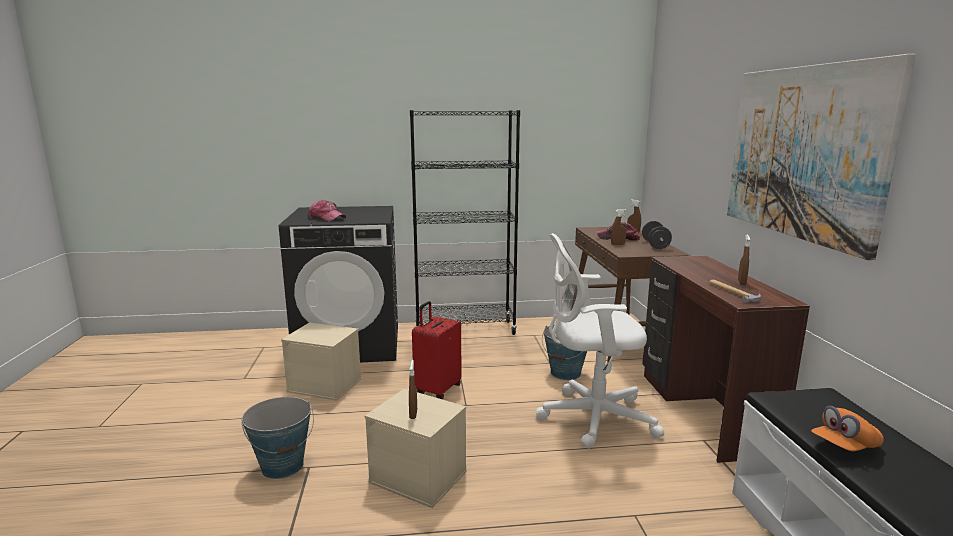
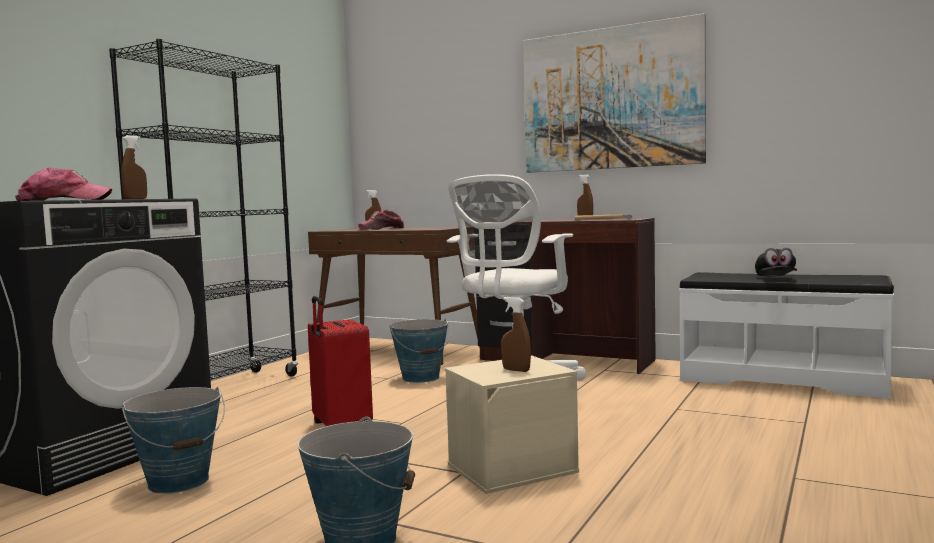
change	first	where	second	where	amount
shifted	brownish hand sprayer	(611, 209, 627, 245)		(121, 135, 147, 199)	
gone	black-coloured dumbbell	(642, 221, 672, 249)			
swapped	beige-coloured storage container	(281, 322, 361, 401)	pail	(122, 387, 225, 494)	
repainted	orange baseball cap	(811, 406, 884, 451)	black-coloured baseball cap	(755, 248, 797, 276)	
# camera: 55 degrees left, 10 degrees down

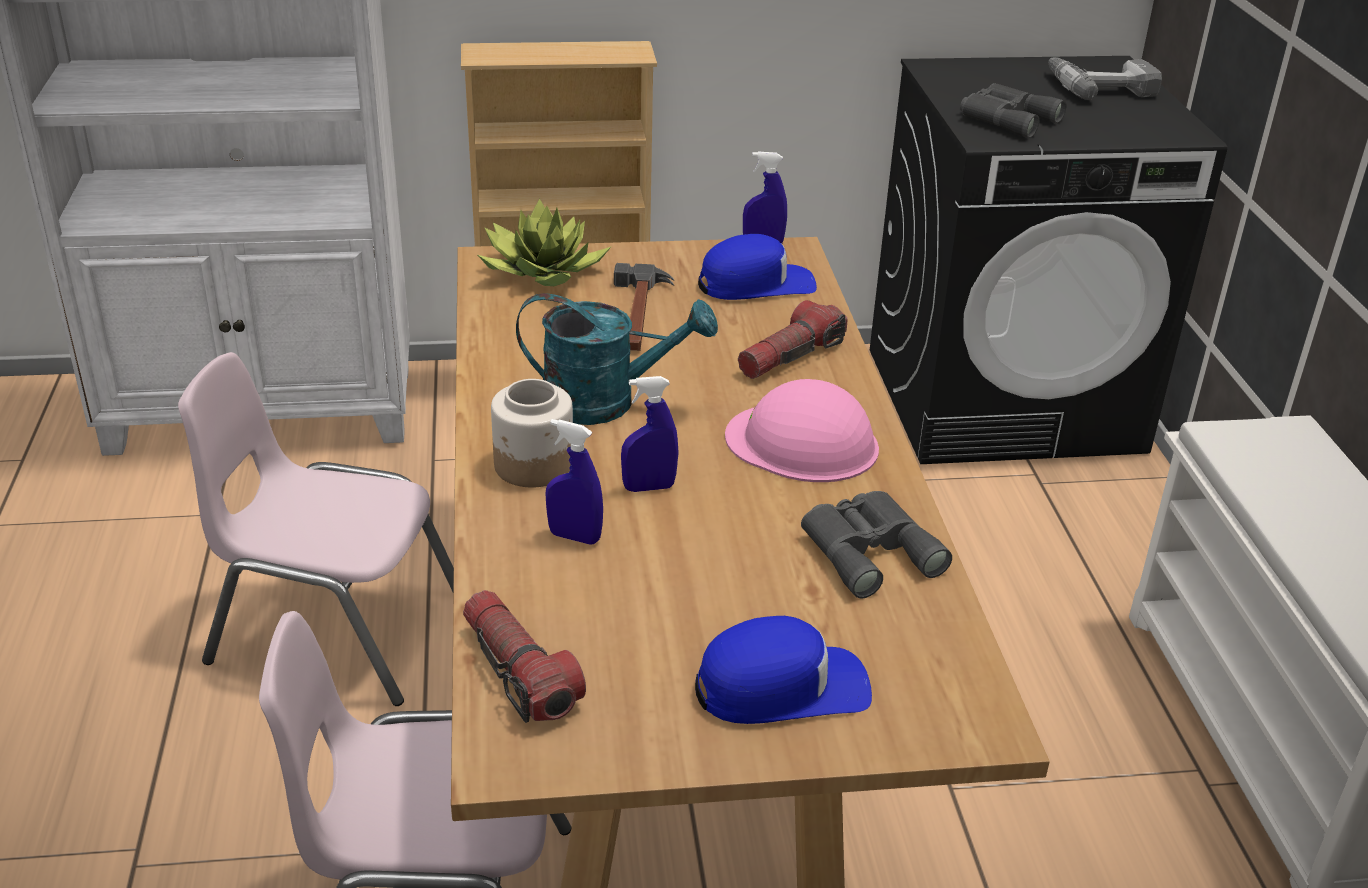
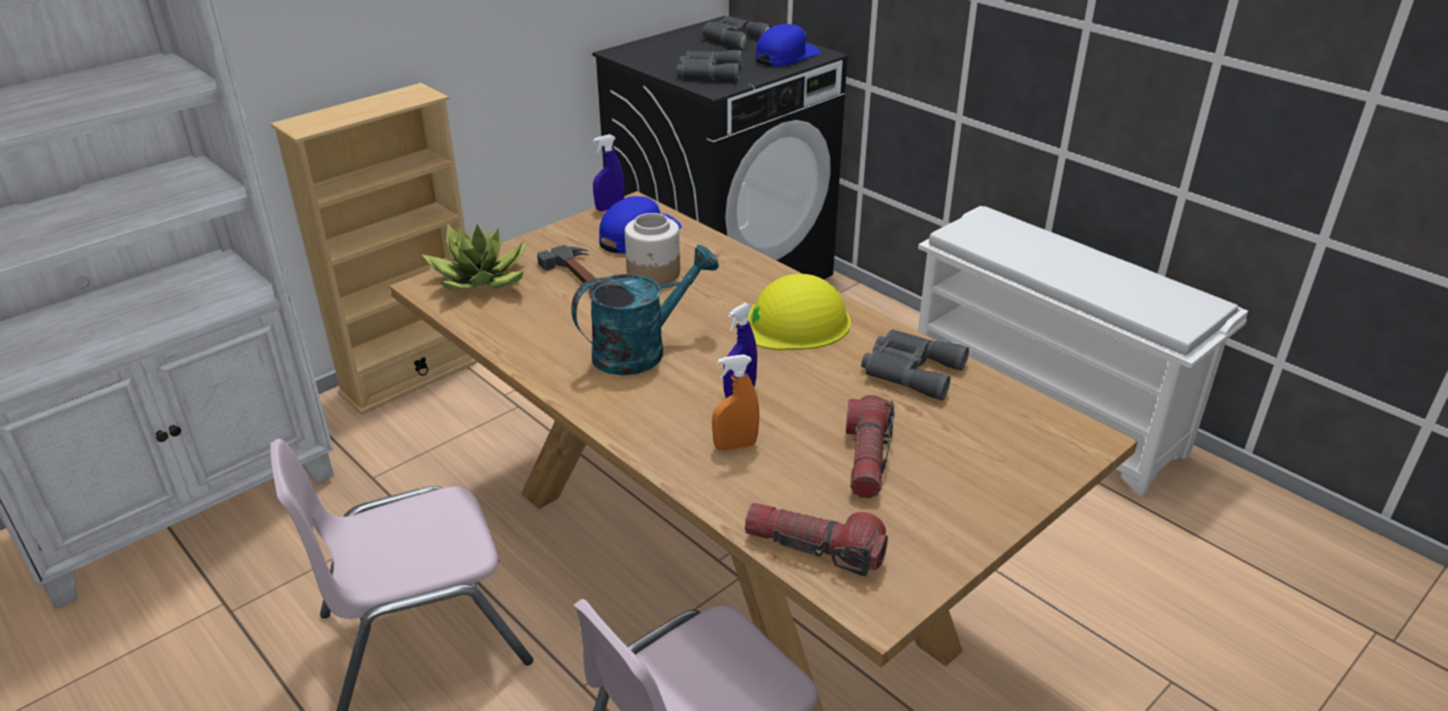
change	first	where	second	where	amount
swapped	electric drill	(1049, 57, 1162, 100)	greyish pair of binoculars	(702, 16, 772, 50)	
shifted	flashlight	(738, 300, 848, 379)		(846, 395, 895, 498)	
shifted	jar	(491, 379, 573, 487)		(625, 213, 680, 285)	
repainted	pinkish hard hat	(725, 379, 879, 482)	yellow-coloured hard hat	(735, 274, 851, 350)	
repainted	bluish hand sprayer	(546, 419, 603, 545)	orange hand sprayer	(712, 354, 760, 451)	
shifted	bluish baseball cap	(695, 616, 872, 724)		(755, 24, 821, 66)	
# camera: 35 degrees left, 0 degrees up

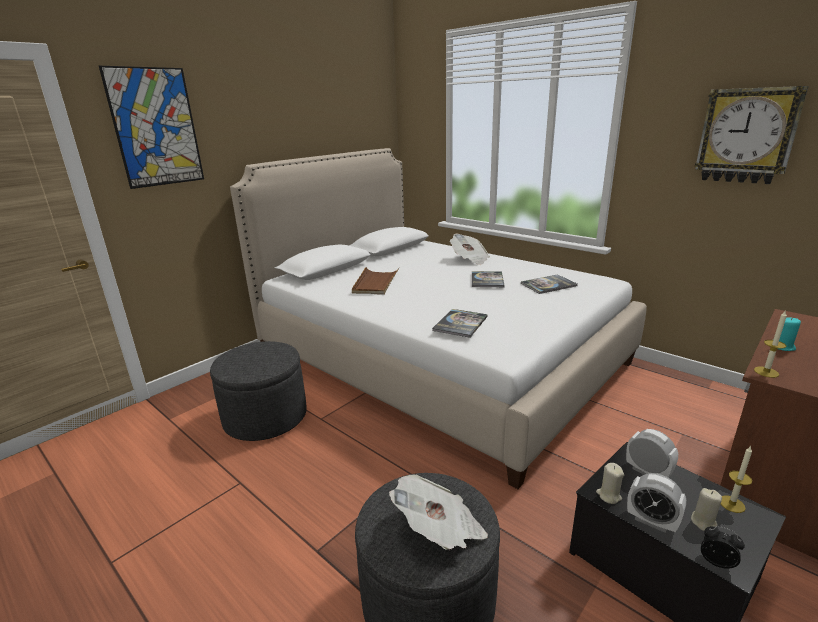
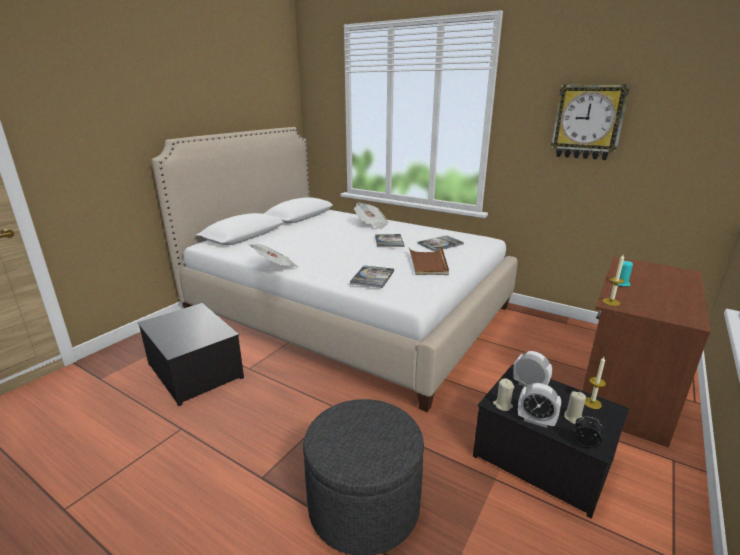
change	first	where	second	where	amount
gone	wall art	(99, 66, 204, 189)			
shifted	brownish serving tray	(352, 267, 399, 295)		(409, 248, 449, 275)	
swapped	greyish footrest	(210, 341, 307, 441)	storage container	(138, 303, 244, 406)	
shifted	daily paper	(389, 474, 488, 550)		(249, 244, 299, 267)	
# camera: 10 degrees left, 0 degrees up

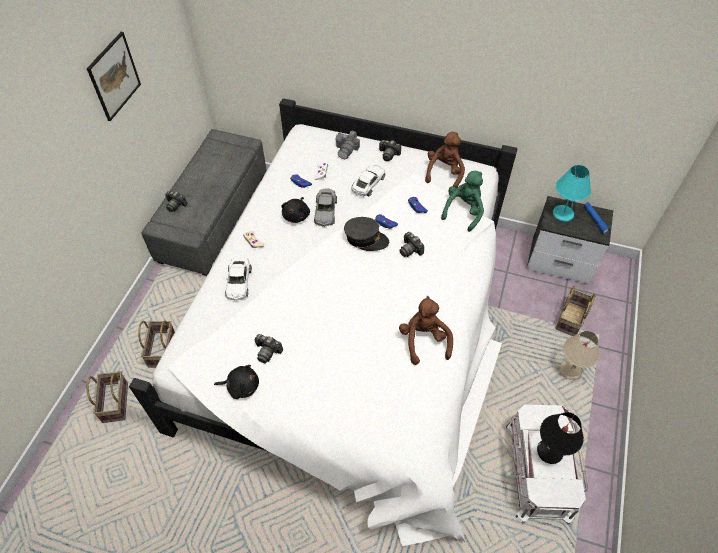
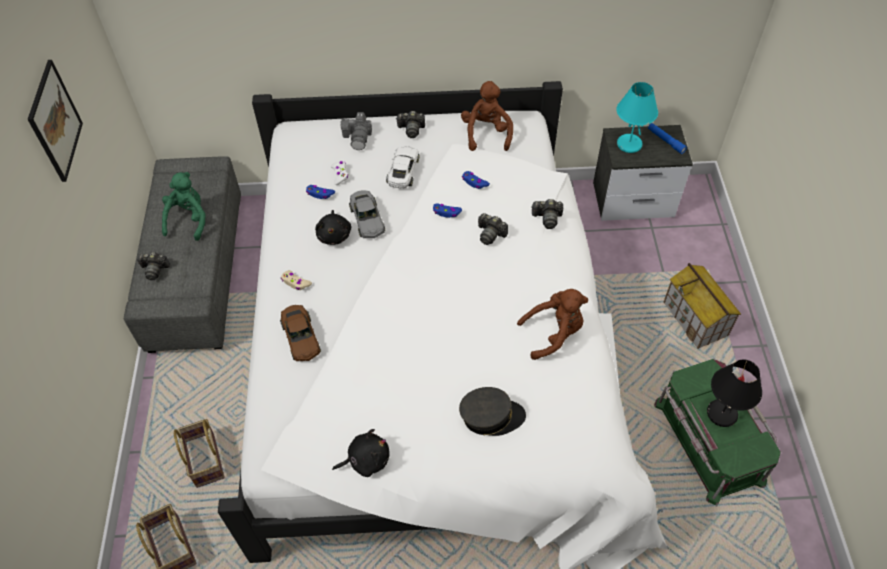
change	first	where	second	where	amount
shifted	green plush toy	(441, 171, 484, 232)		(162, 172, 206, 241)	
shifted	greyish baseball cap	(344, 217, 389, 251)		(459, 387, 526, 436)	
repainted	white-coloured toy car	(225, 257, 252, 301)	brownish toy car	(280, 305, 321, 361)	
gone	storage basket	(555, 286, 596, 336)			
rotated	brownish plush toy	(399, 296, 453, 365)		(517, 289, 588, 360)	105 degrees clockwise
swapped	beige-coloured lamp for a table	(560, 331, 600, 380)	model house	(663, 263, 741, 349)	
shifted	photo camera	(255, 334, 283, 363)		(531, 199, 563, 229)	
repainted	white-coloured storage container	(506, 405, 588, 525)	green storage container	(654, 359, 781, 505)	
# camera: 20 degrees left, 0 degrees up

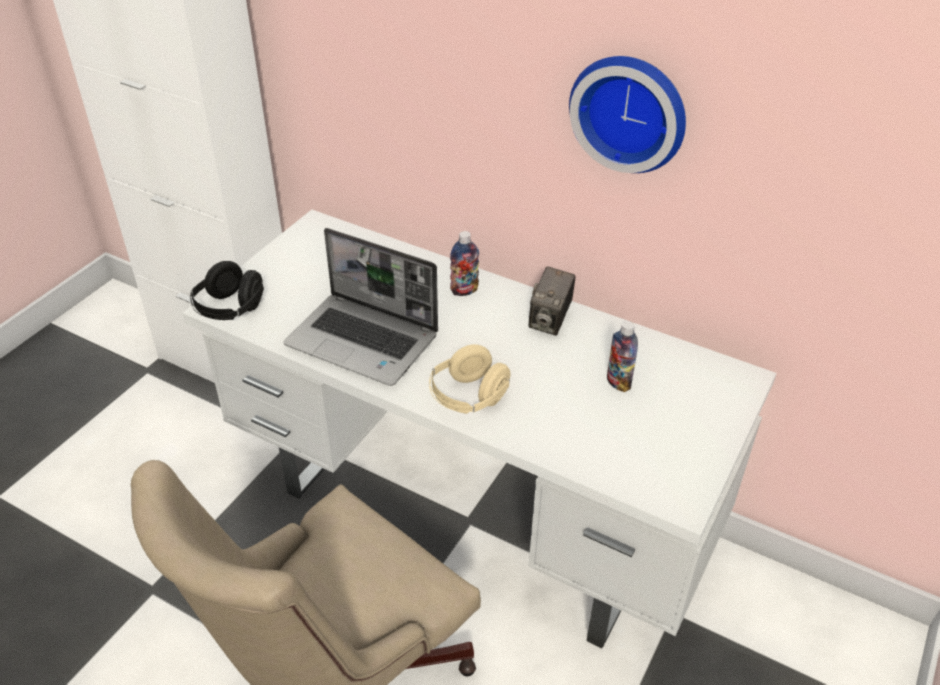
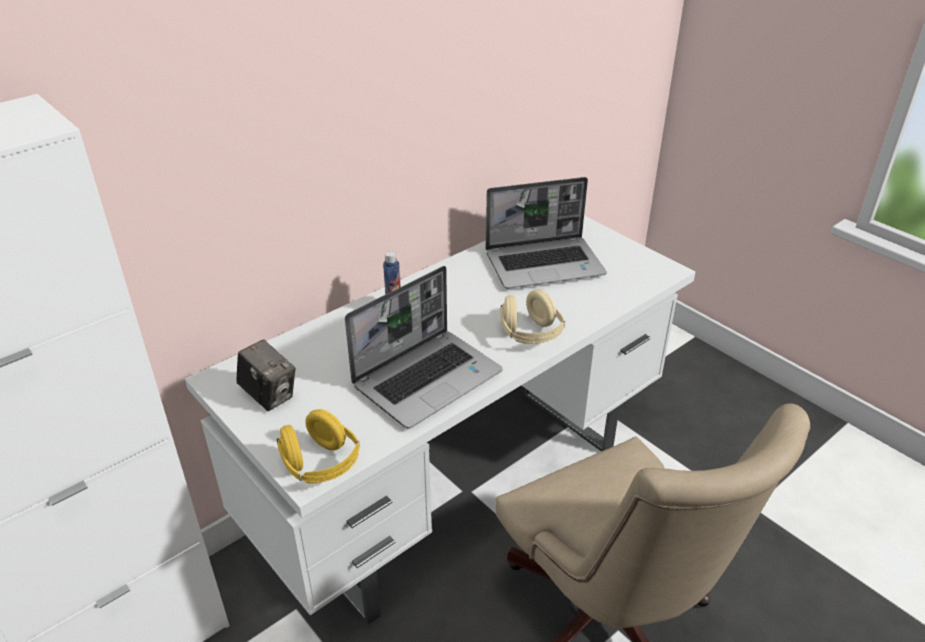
change	first	where	second	where	amount
gone	hanging clock	(569, 56, 686, 173)			
repainted	black-coloured headphones	(190, 261, 264, 320)	yellow-coloured headphones	(277, 409, 360, 484)	
shifted	photo camera	(528, 266, 576, 335)		(236, 340, 295, 411)	
swapped	drink bottle	(607, 321, 638, 392)	laptop	(485, 177, 607, 289)	
# camera: 70 degrees left, 5 degrees down

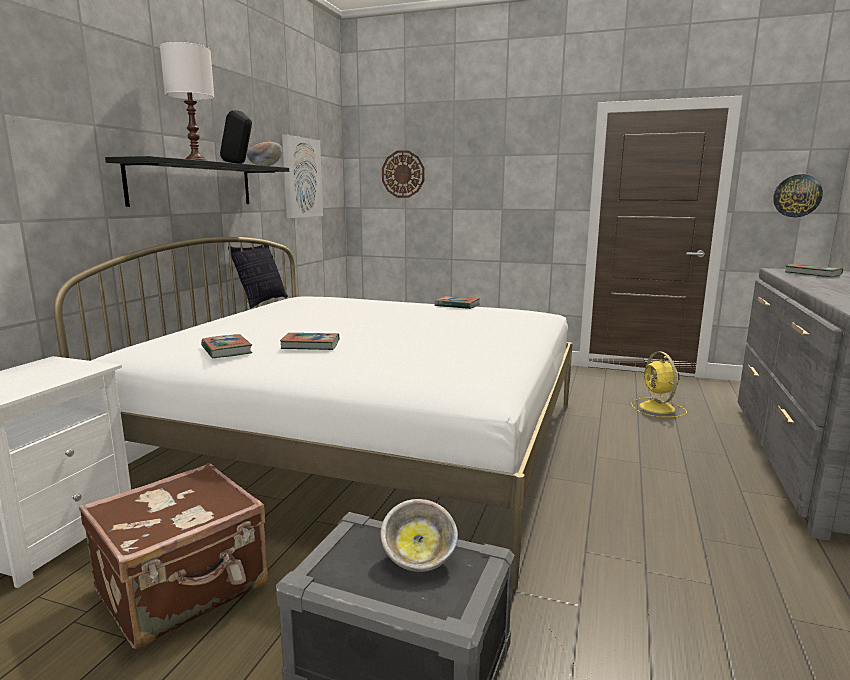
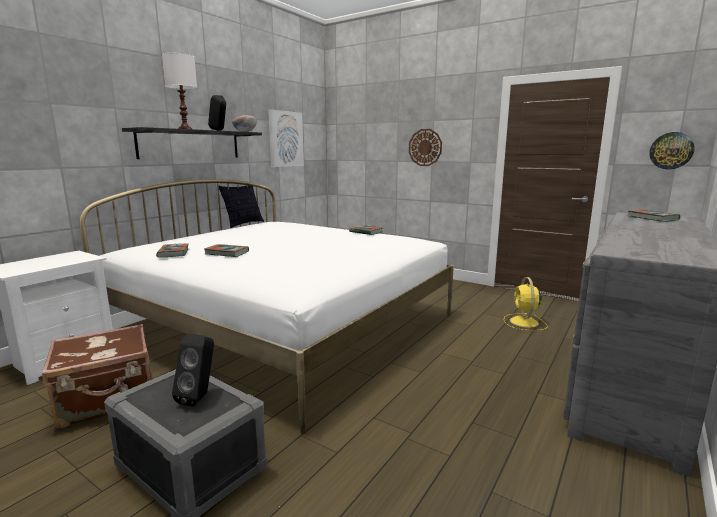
change	first	where	second	where	amount
shifted	hanging clock	(382, 150, 424, 198)		(409, 129, 442, 166)	
swapped	bowl	(380, 499, 458, 572)	black-coloured speaker	(172, 334, 214, 407)	
# camera: 15 degrees right, 0 degrees up

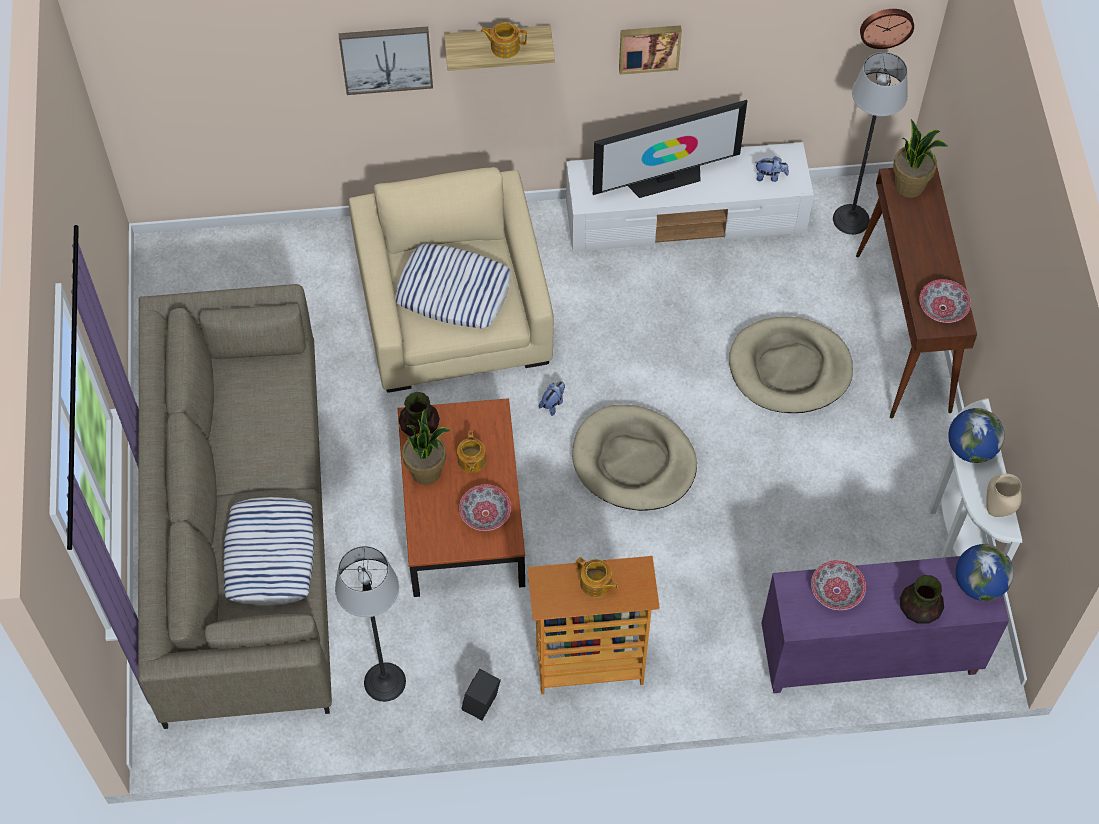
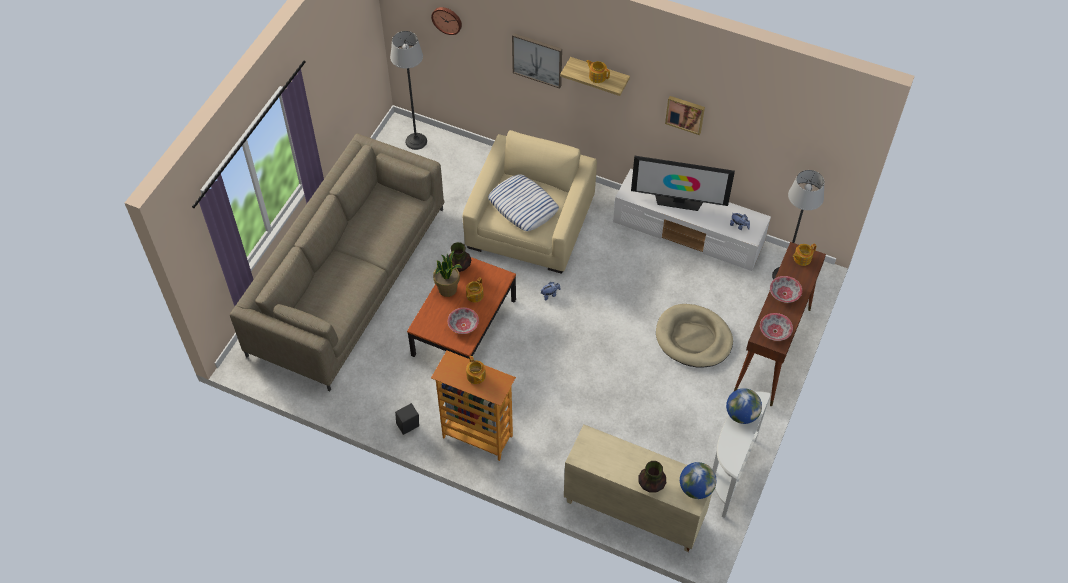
change	first	where	second	where	amount
shifted	hanging clock	(860, 9, 914, 49)		(431, 7, 462, 35)	
swapped	plant in a pot	(893, 119, 948, 198)	teapot	(793, 244, 817, 266)	
gone	beige-coloured dog bed	(572, 405, 697, 511)			
gone	beige-coloured vase	(986, 474, 1022, 517)			
gone	throw pillow	(223, 497, 314, 605)			
shifted	standard lamp	(335, 546, 406, 702)		(390, 31, 427, 150)	
repainted	purple cabinet	(761, 556, 1009, 693)	beige-coloured cabinet	(564, 424, 712, 552)	
shifted	bowl	(811, 560, 866, 610)		(770, 276, 802, 303)	
# camera: 30 degrees right, 5 degrees down

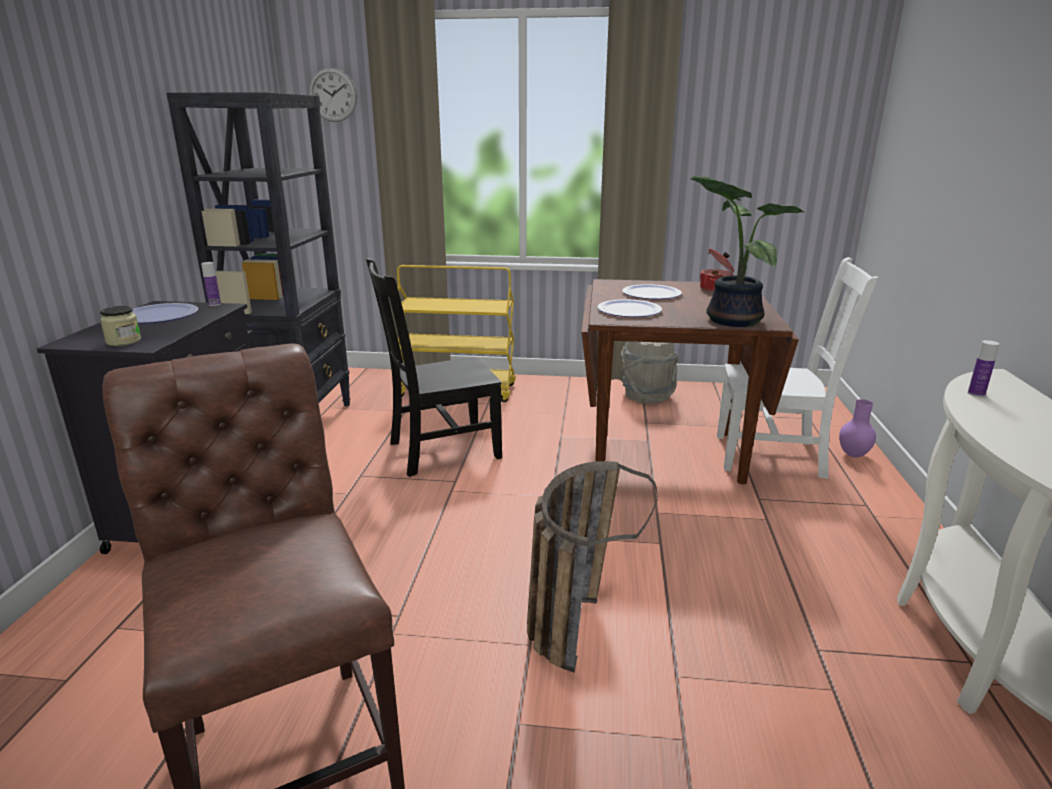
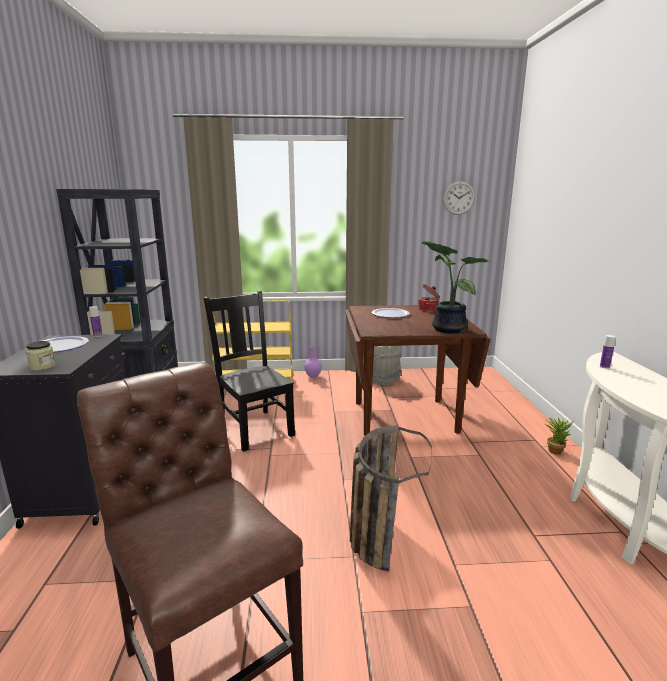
change	first	where	second	where	amount
shifted	hanging clock	(309, 68, 357, 122)		(443, 181, 475, 215)	
gone	white-coloured chair	(717, 257, 878, 479)			
rotated	black-coloured chair	(366, 258, 502, 477)		(203, 290, 295, 452)	90 degrees clockwise
gone	flat dish	(597, 299, 662, 317)			
shifted	purple vase	(839, 399, 876, 457)		(304, 346, 322, 378)	
new			plant in a pot	(545, 418, 574, 455)	
# camera: 10 degrees left, 5 degrees down

